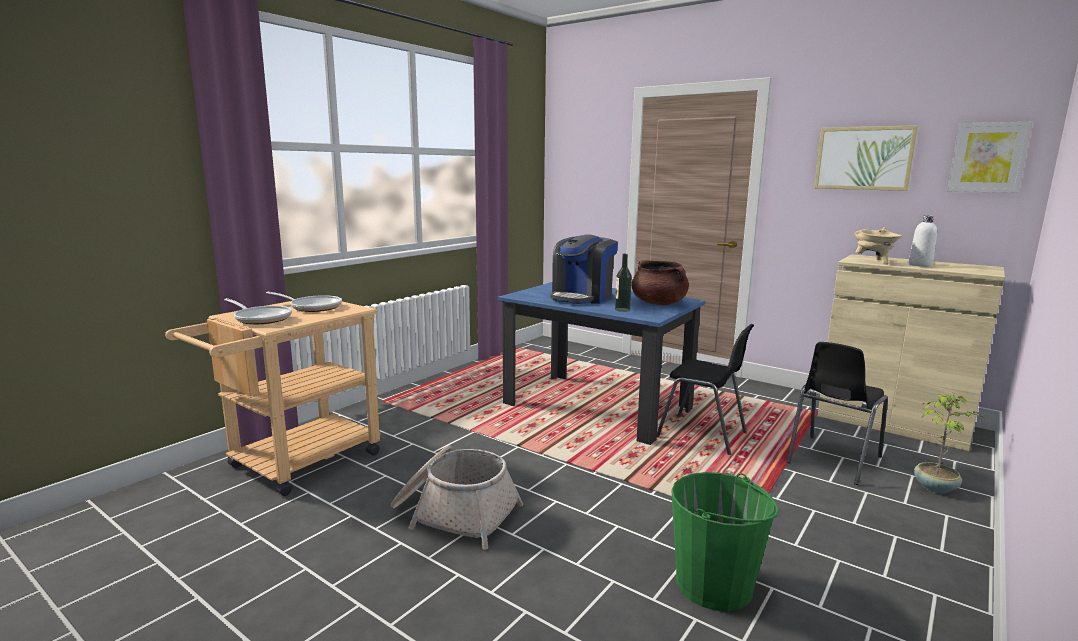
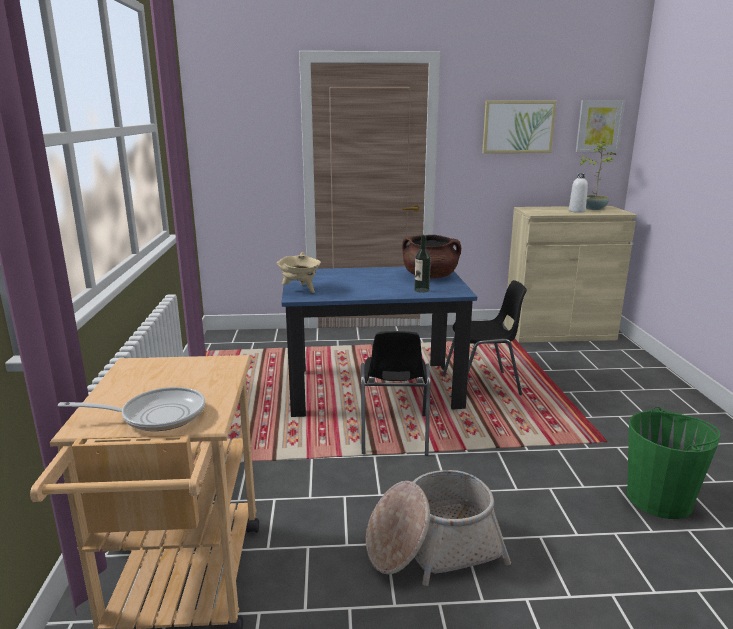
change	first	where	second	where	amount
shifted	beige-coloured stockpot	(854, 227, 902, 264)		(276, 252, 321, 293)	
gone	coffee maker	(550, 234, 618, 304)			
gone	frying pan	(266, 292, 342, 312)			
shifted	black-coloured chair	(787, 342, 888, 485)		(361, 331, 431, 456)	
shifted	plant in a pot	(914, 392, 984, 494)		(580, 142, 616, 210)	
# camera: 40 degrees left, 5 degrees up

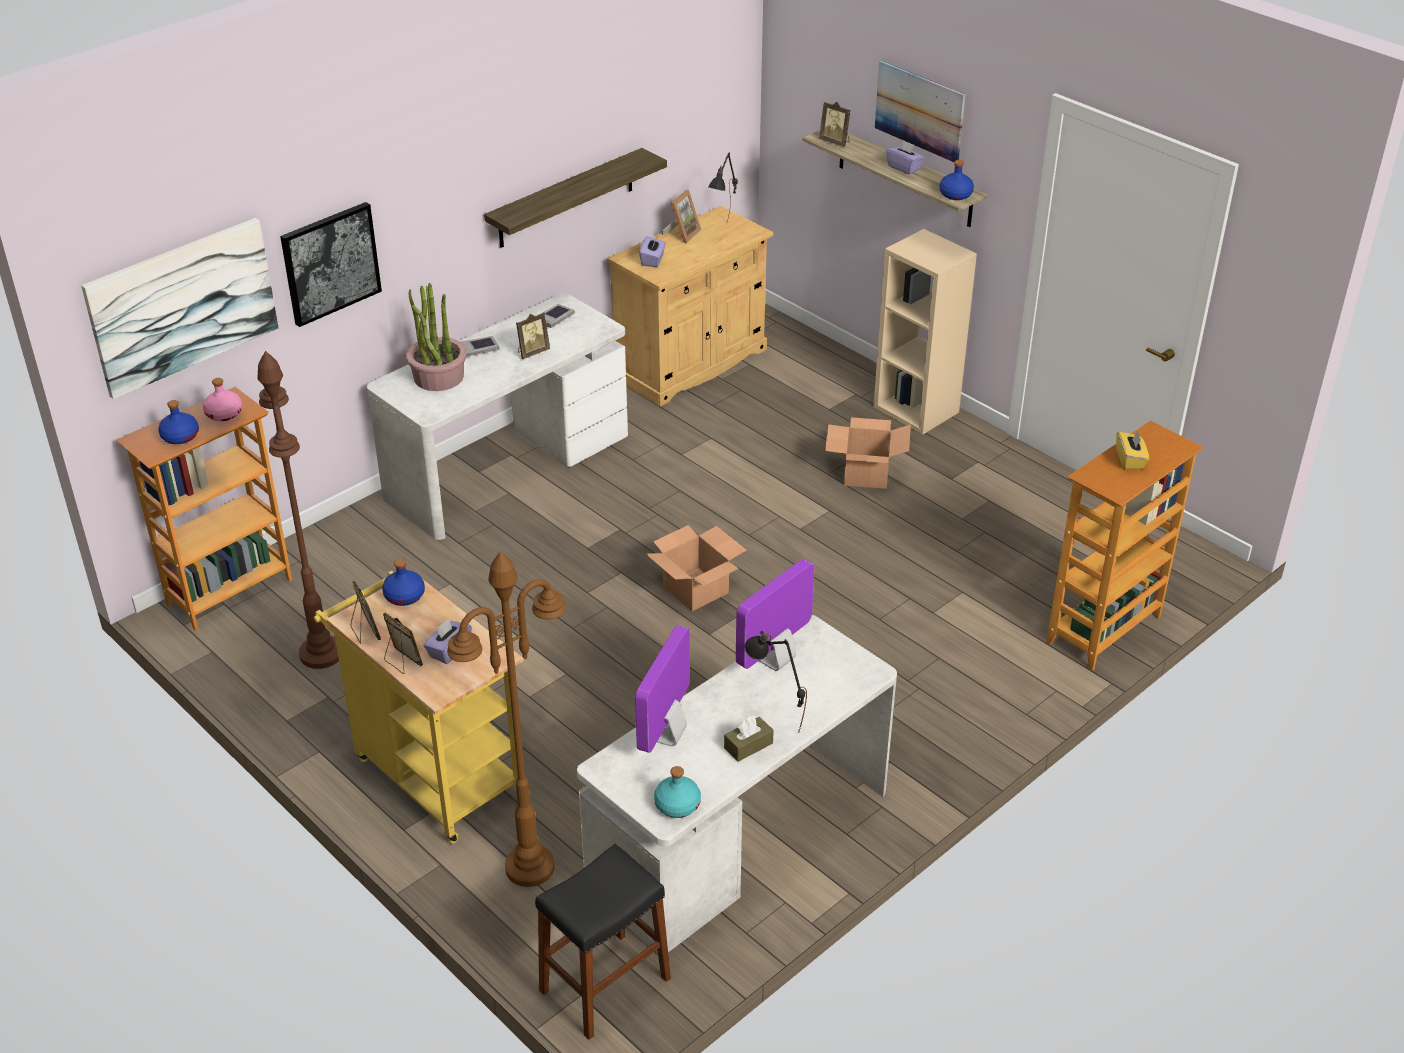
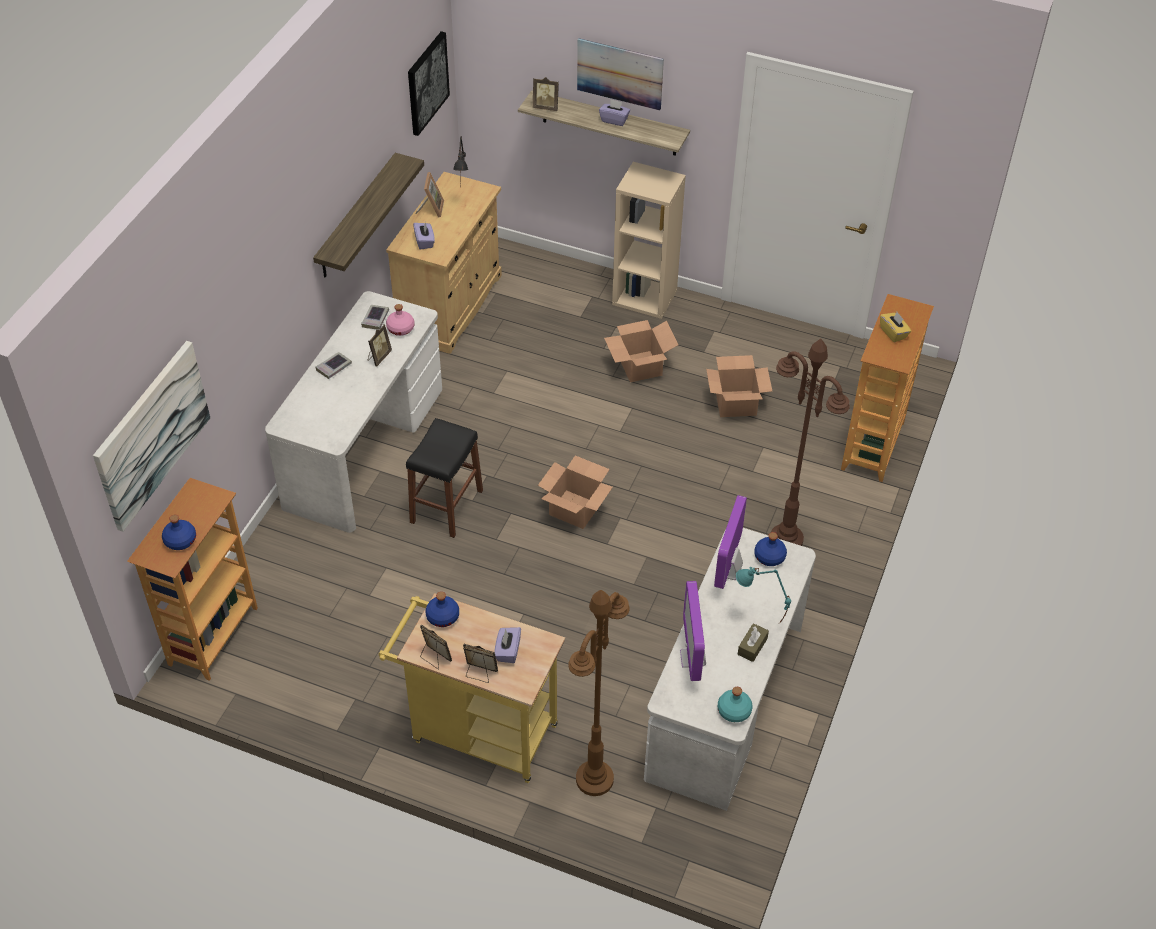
change	first	where	second	where	amount
shifted	bluish drink bottle	(939, 160, 974, 200)		(754, 532, 787, 566)	
shifted	wall art	(280, 202, 382, 327)		(408, 31, 450, 136)	
gone	plant in a pot	(406, 283, 467, 391)			
shifted	brownish standard lamp	(258, 351, 339, 669)		(771, 339, 850, 546)	
shifted	pinkish drink bottle	(203, 378, 242, 421)		(386, 304, 414, 336)	
repainted	black-coloured lamp for a table	(745, 631, 807, 732)	turquoise-coloured lamp for a table	(736, 567, 791, 624)	
shifted	black-coloured stool	(535, 844, 671, 1039)		(406, 418, 483, 538)	
new			packing box	(706, 355, 772, 417)	
# camera: 25 degrees left, 10 degrees up

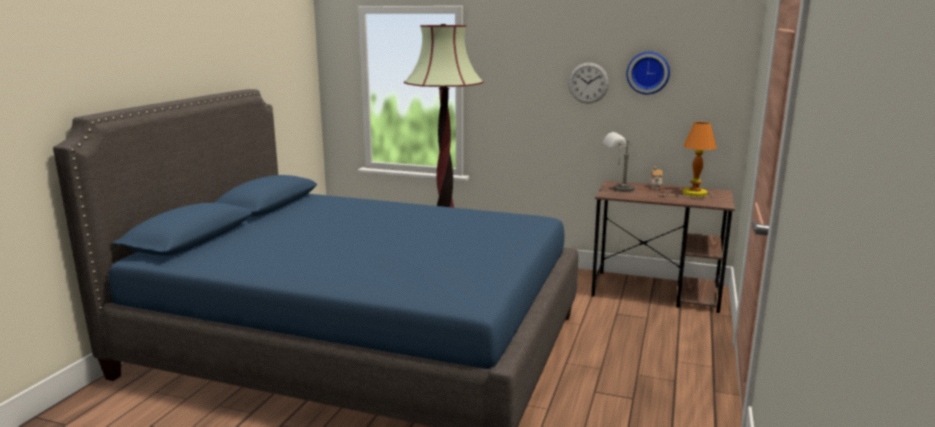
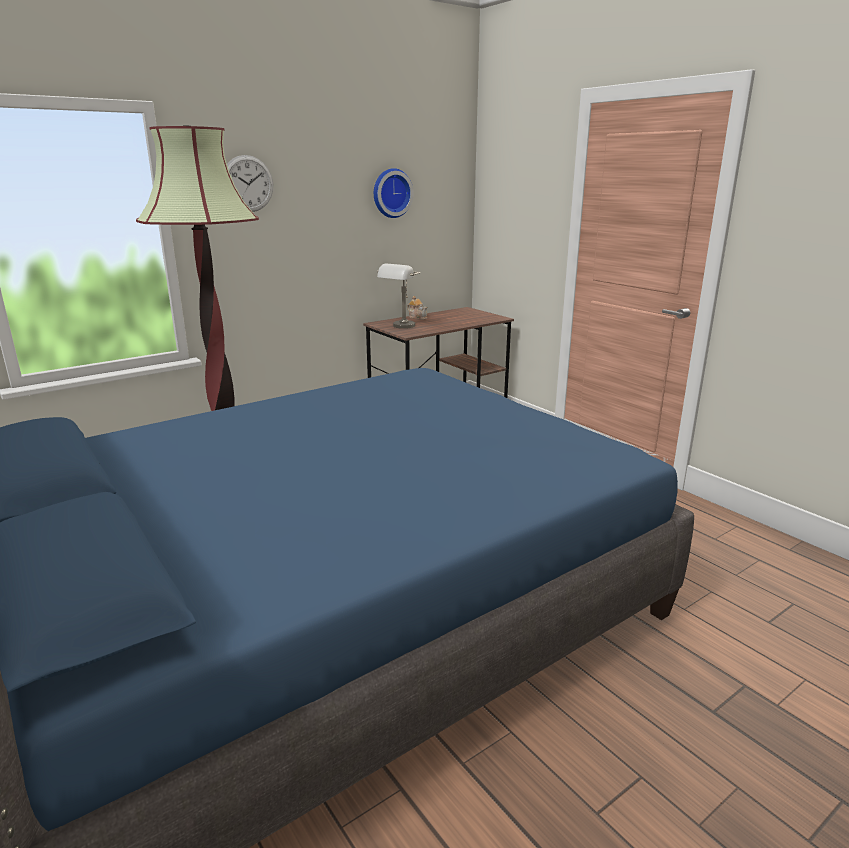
change	first	where	second	where	amount
shifted	hanging clock	(568, 62, 609, 104)		(227, 155, 273, 212)	
gone	lamp for a table	(661, 122, 717, 198)			
# camera: 55 degrees left, 5 degrees up

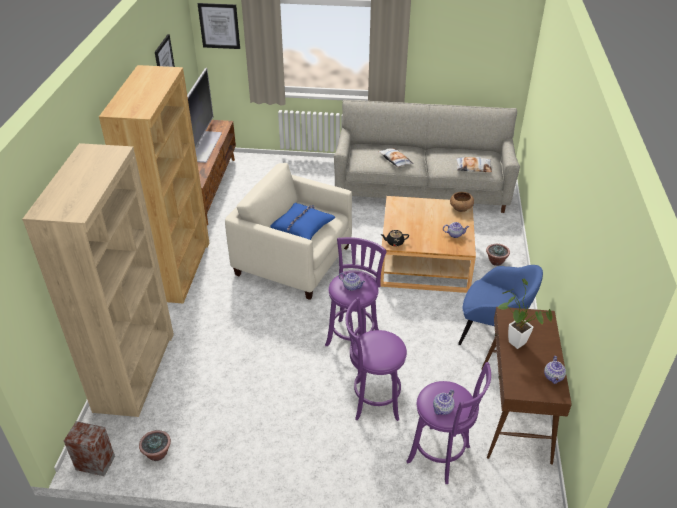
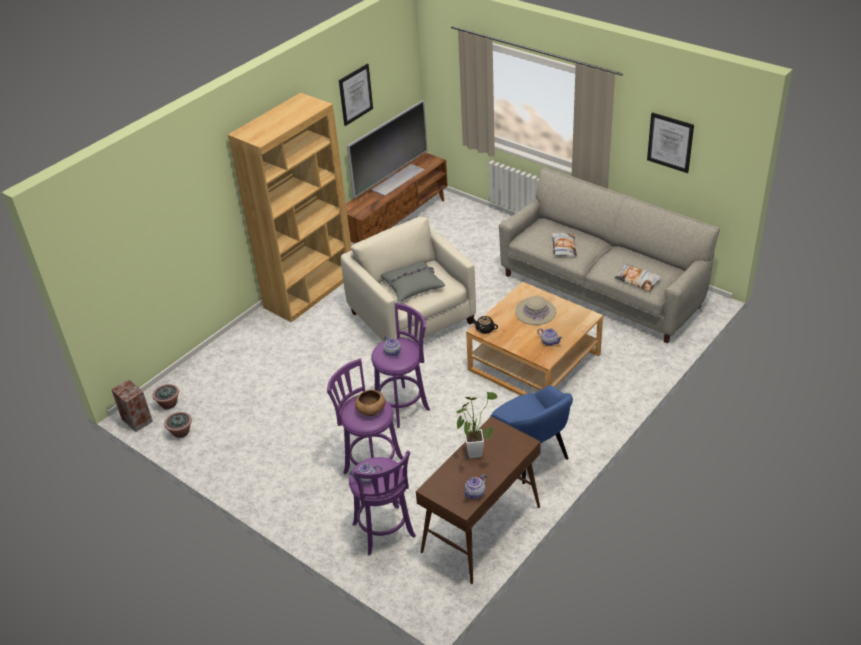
change	first	where	second	where	amount
shifted	wall art	(198, 3, 240, 49)		(647, 112, 694, 173)	
gone	beige-coloured bookshelf	(22, 143, 174, 417)			
shifted	brownish bowl	(450, 192, 474, 212)		(355, 390, 386, 416)	
repainted	bluish throw pillow	(270, 203, 335, 240)	greyish throw pillow	(381, 260, 445, 301)	
shifted	plant in a pot	(486, 244, 510, 266)		(153, 384, 179, 409)	
new			beige-coloured wearable hat	(515, 296, 556, 325)	
# camera: 35 degrees right, 0 degrees up

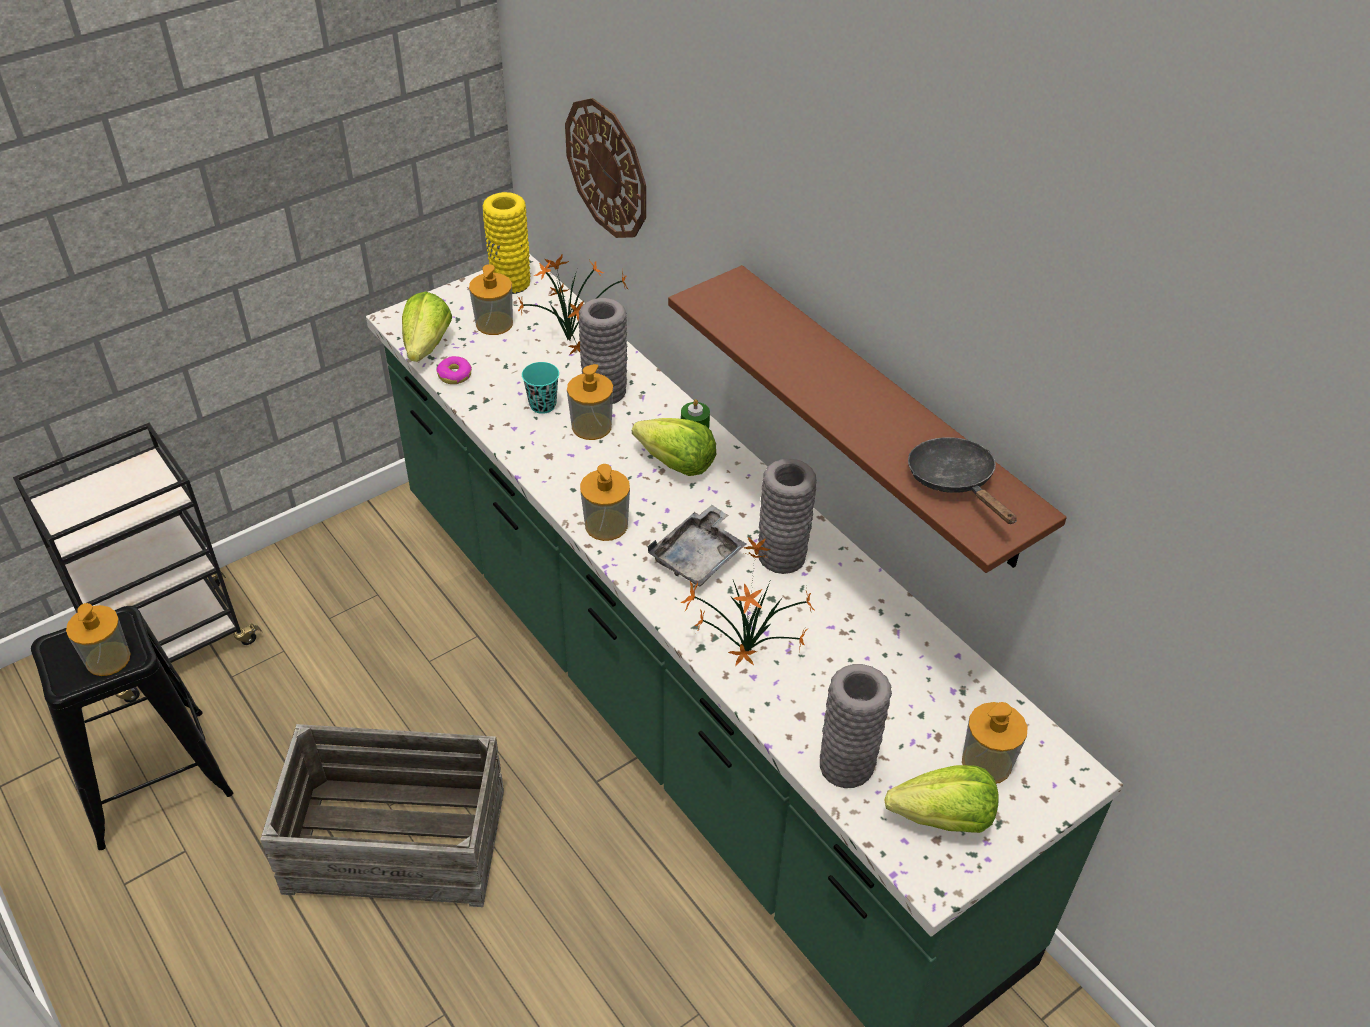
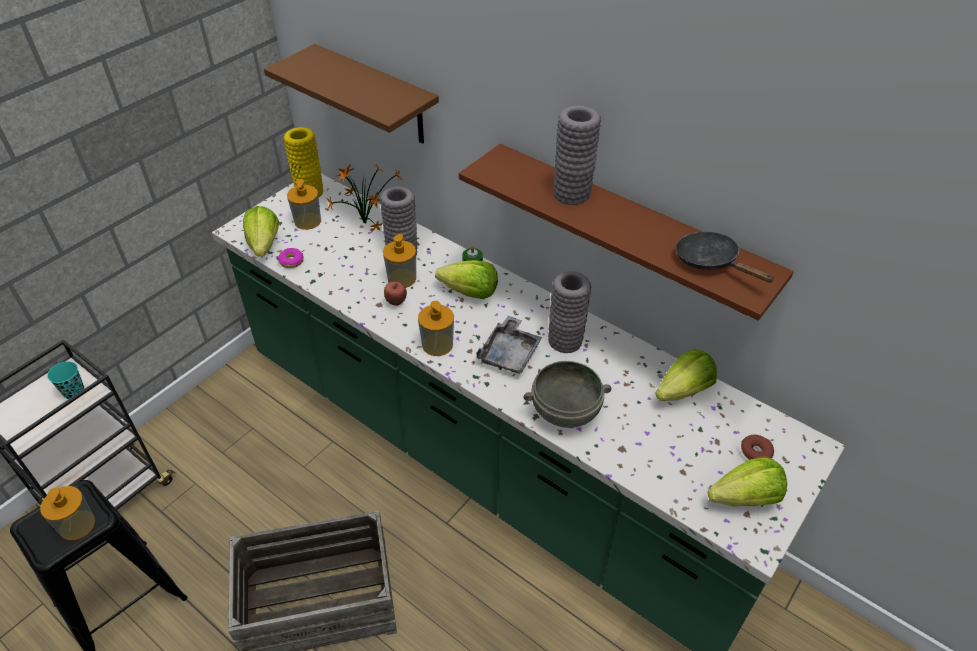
change	first	where	second	where	amount
swapped	hanging clock	(565, 98, 646, 238)	brownish bracket shelf	(264, 44, 439, 144)	
shifted	turquoise-coloured cup	(522, 362, 559, 414)		(47, 361, 84, 399)	
swapped	plant in a pot	(681, 537, 814, 666)	greyish bowl	(524, 361, 611, 428)	
shifted	greyish vase	(820, 664, 892, 788)		(553, 106, 601, 205)	
swapped	soap dispenser	(962, 702, 1028, 784)	donut	(741, 435, 774, 460)	
new			apple	(384, 281, 407, 306)	
new			head of lettuce	(655, 349, 717, 401)	
# camera: 15 degrees left, 0 degrees up

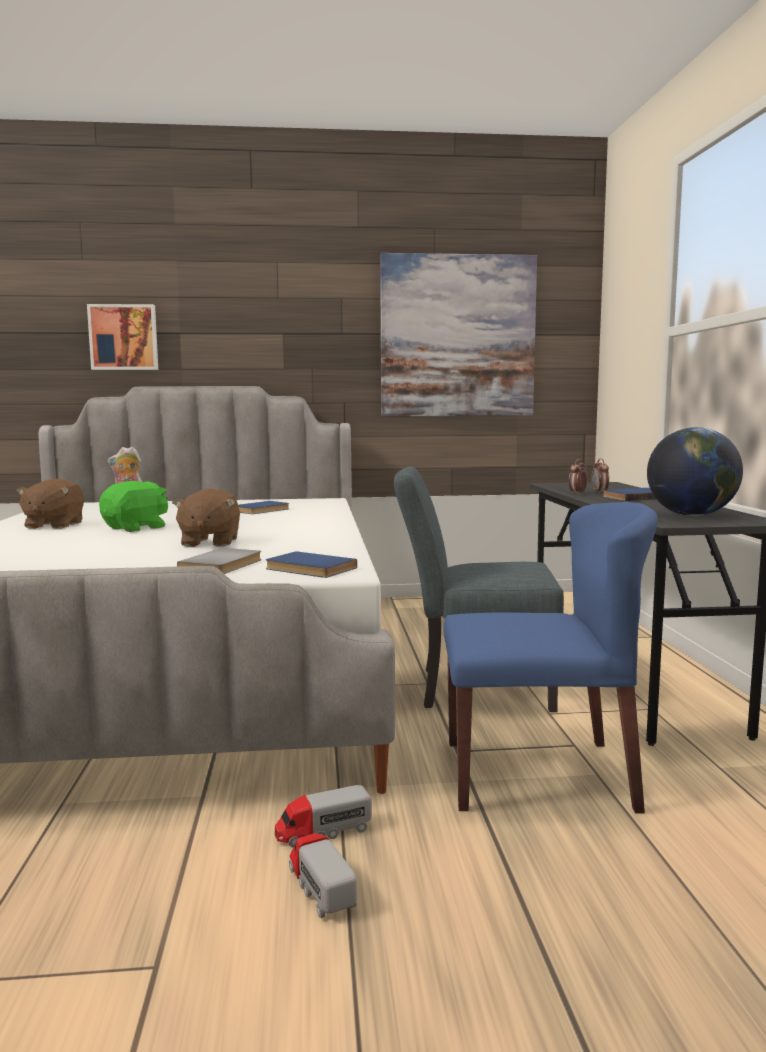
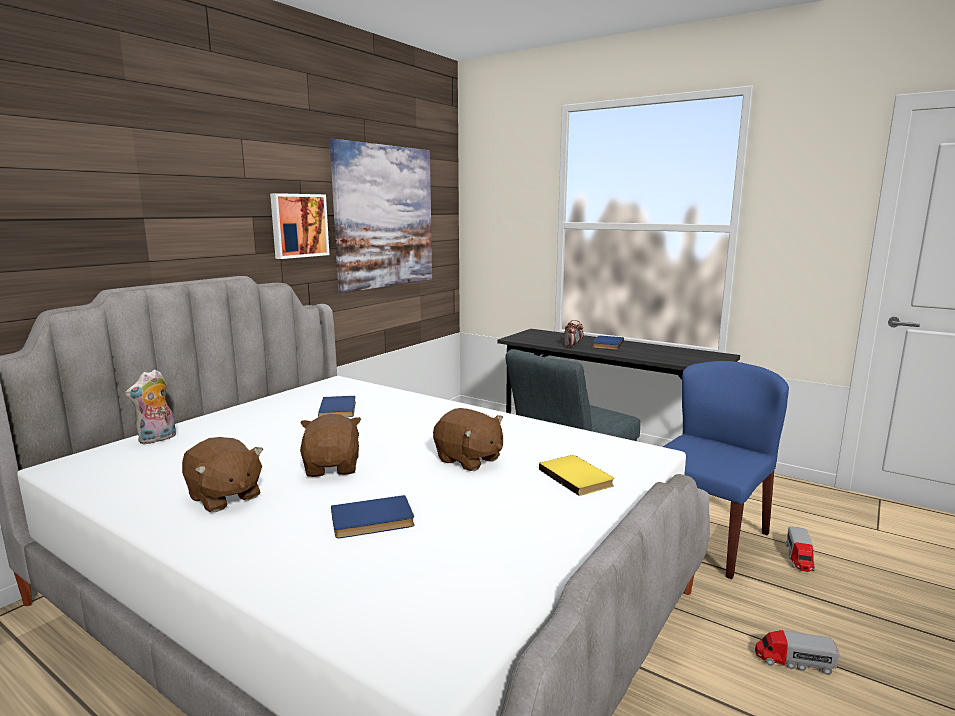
change	first	where	second	where	amount
shifted	wall art	(87, 304, 158, 370)		(270, 193, 329, 259)	
gone	desk globe	(647, 427, 743, 516)			
repainted	green plush toy	(99, 481, 168, 532)	brownish plush toy	(300, 414, 361, 477)	
repainted	greyish volume	(177, 548, 261, 574)	yellow-coloured volume	(539, 455, 614, 496)	
shifted	bluish volume	(266, 551, 357, 578)		(331, 495, 414, 538)	
shifted	model truck	(275, 785, 372, 848)		(786, 526, 815, 572)	
# camera: 50 degrees left, 5 degrees up

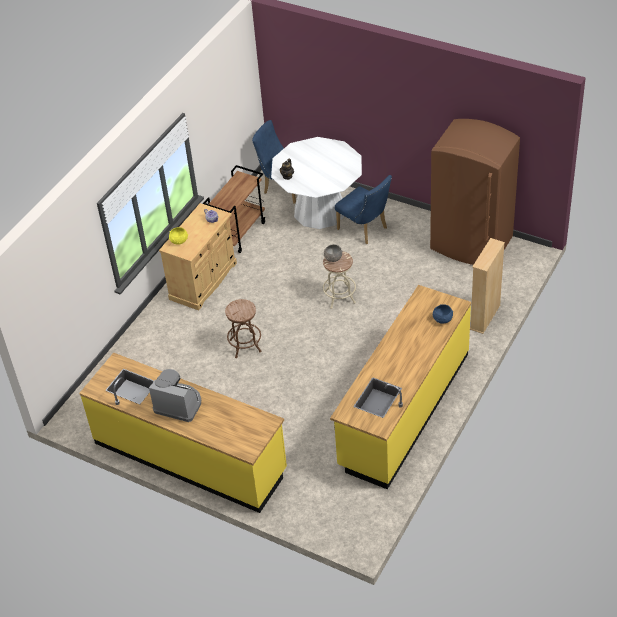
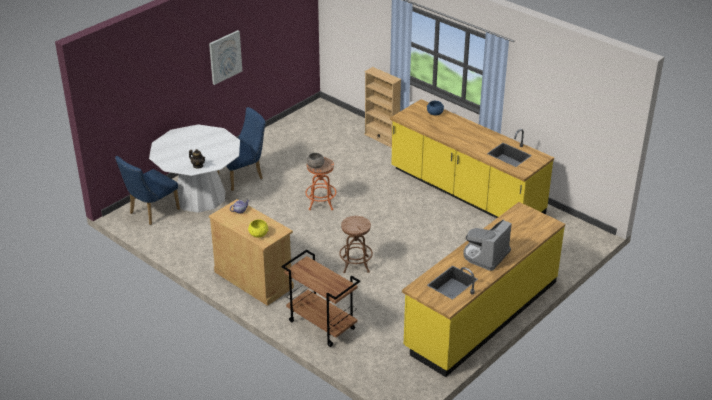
change	first	where	second	where	amount
gone	brownish fridge	(430, 119, 520, 265)			
shifted	brownish trolley	(203, 165, 266, 253)		(281, 250, 360, 347)	
repainted	beige-coloured stool	(323, 251, 356, 309)	orange stool	(306, 157, 336, 210)	
new			wall art	(209, 30, 242, 85)	
# camera: 80 degrees left, 10 degrees down

